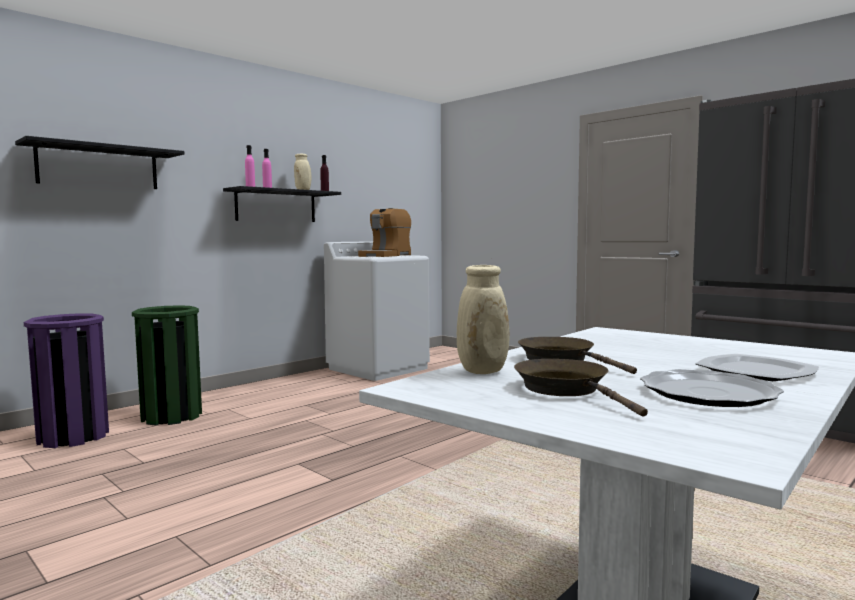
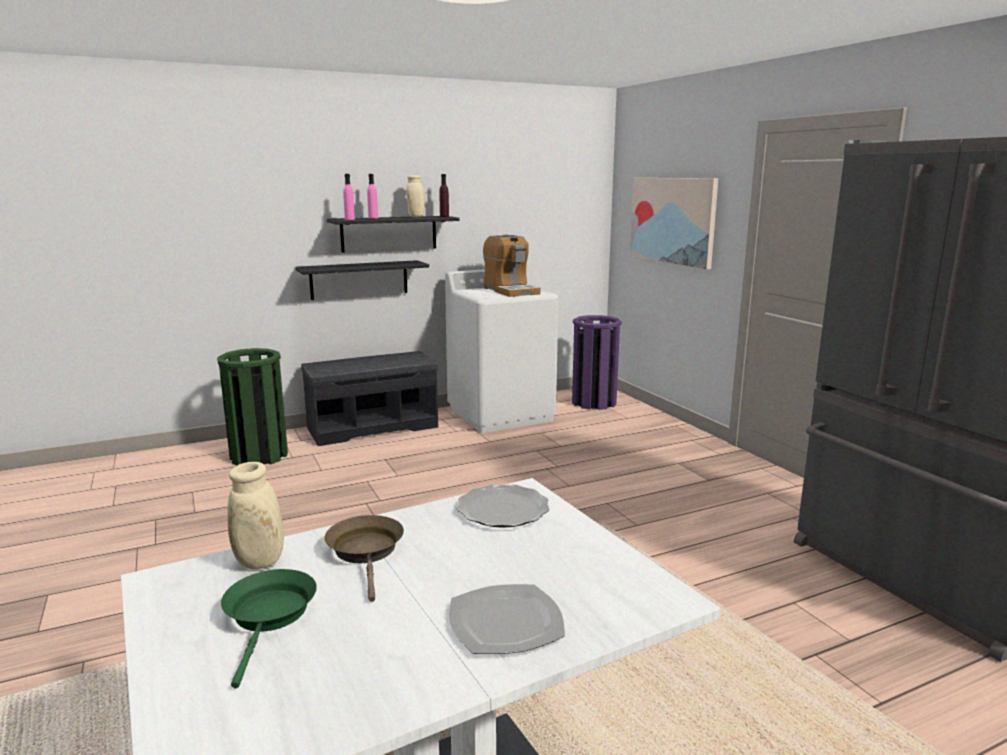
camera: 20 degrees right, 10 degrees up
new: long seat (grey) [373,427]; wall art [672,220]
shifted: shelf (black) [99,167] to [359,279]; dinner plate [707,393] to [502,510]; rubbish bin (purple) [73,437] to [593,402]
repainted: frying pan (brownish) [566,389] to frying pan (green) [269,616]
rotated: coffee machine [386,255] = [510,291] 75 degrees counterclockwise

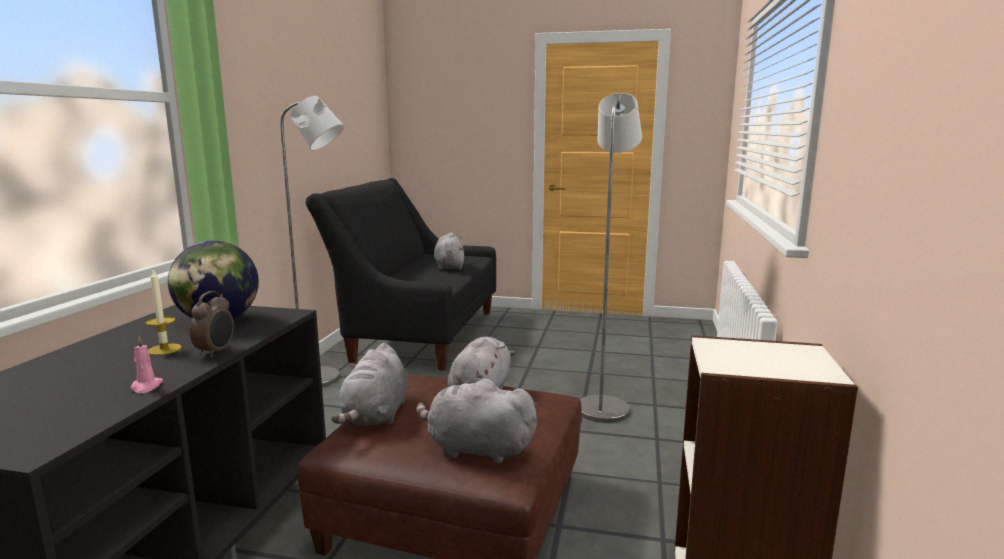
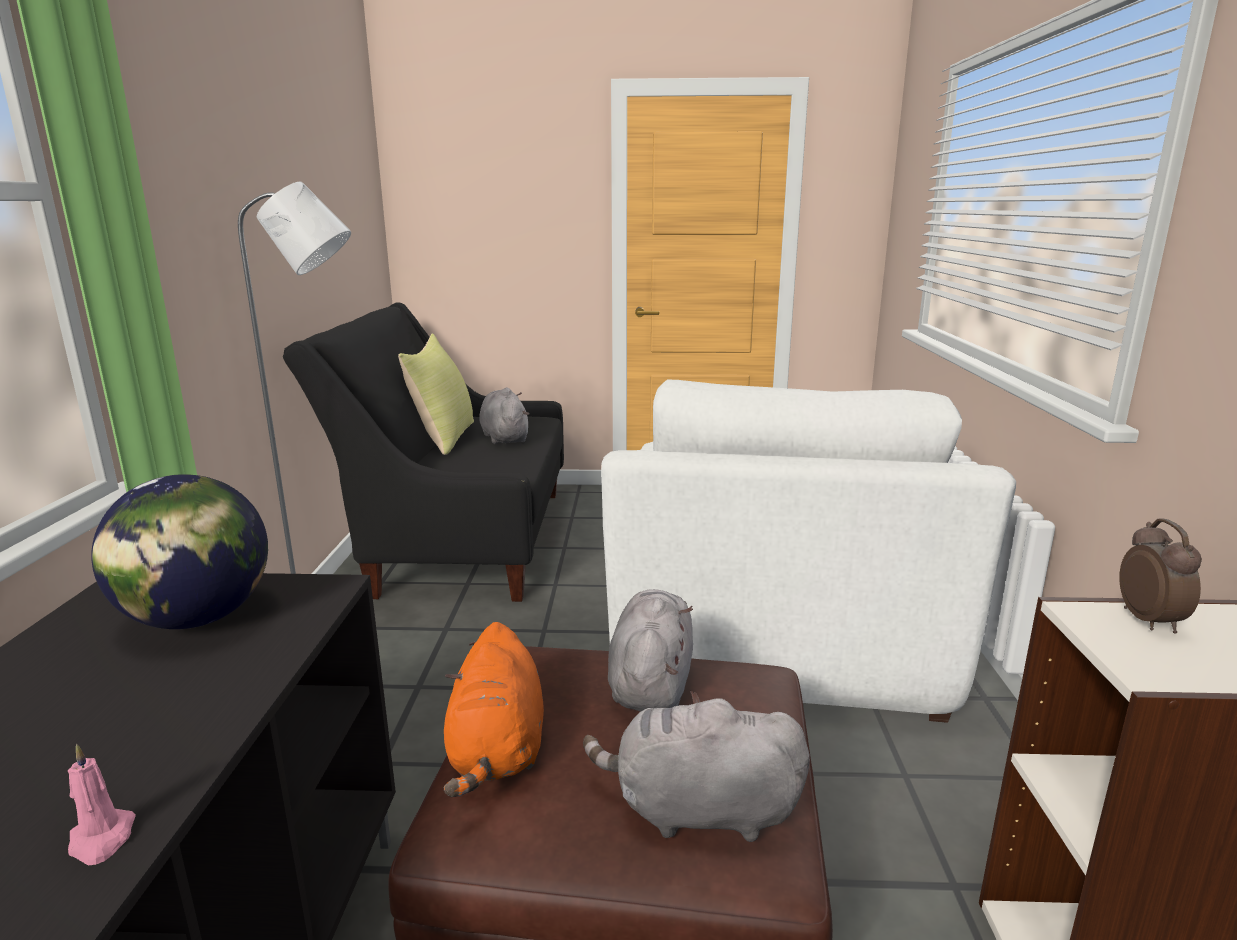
camera: 10 degrees left, 5 degrees up
gone: candle [164,349]
new: pillow (yellow-coloured) [444,438]
shifted: alarm clock [216,352] to [1150,621]
swapped: standing lamp (grey) [604,406] to lounge chair (white-coloured) [774,644]
repainted: soft toy (grey) [376,415] to soft toy (orange-coloured) [497,750]

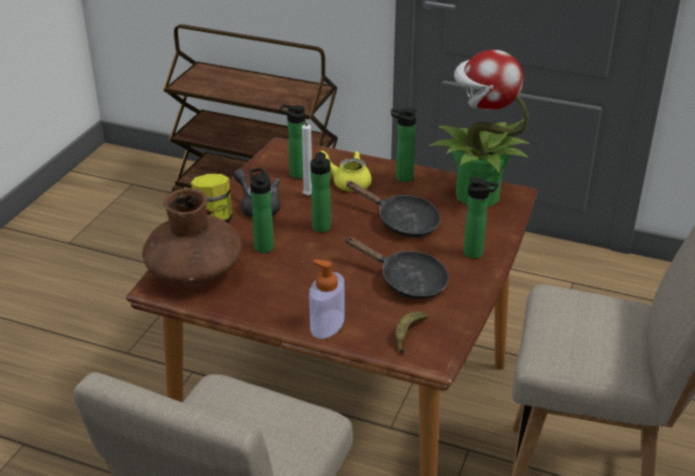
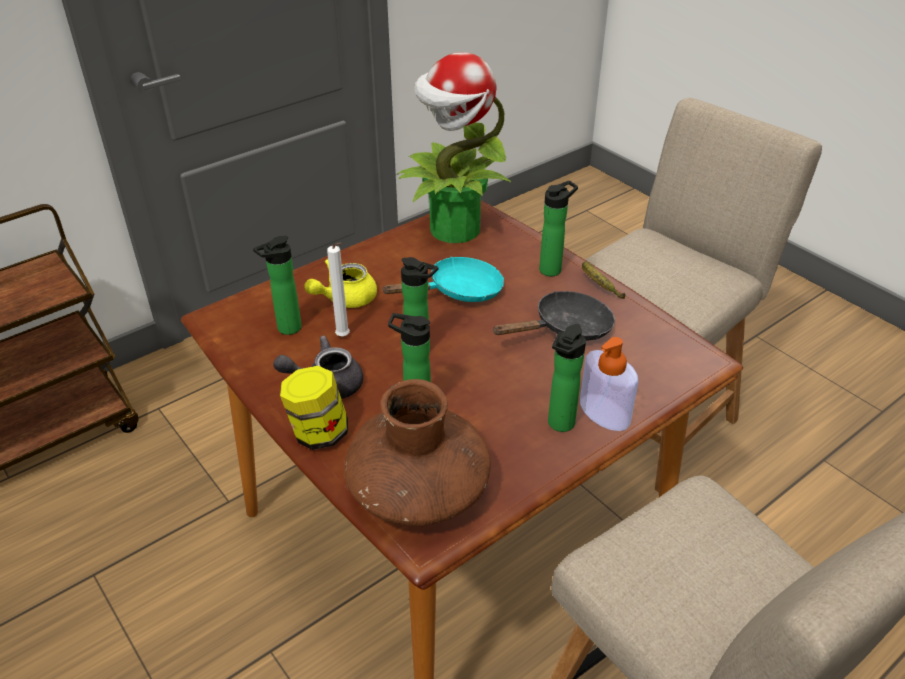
camera: 60 degrees left, 5 degrees up
shifted: beverage bottle [401,177] to [559,425]; banana [408,335] to [598,286]
repainted: frying pan (black) [402,222] to frying pan (blue-green) [459,291]

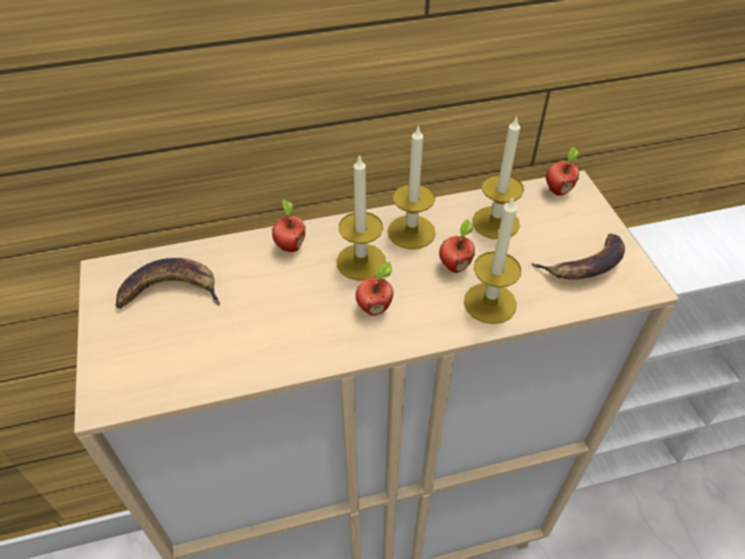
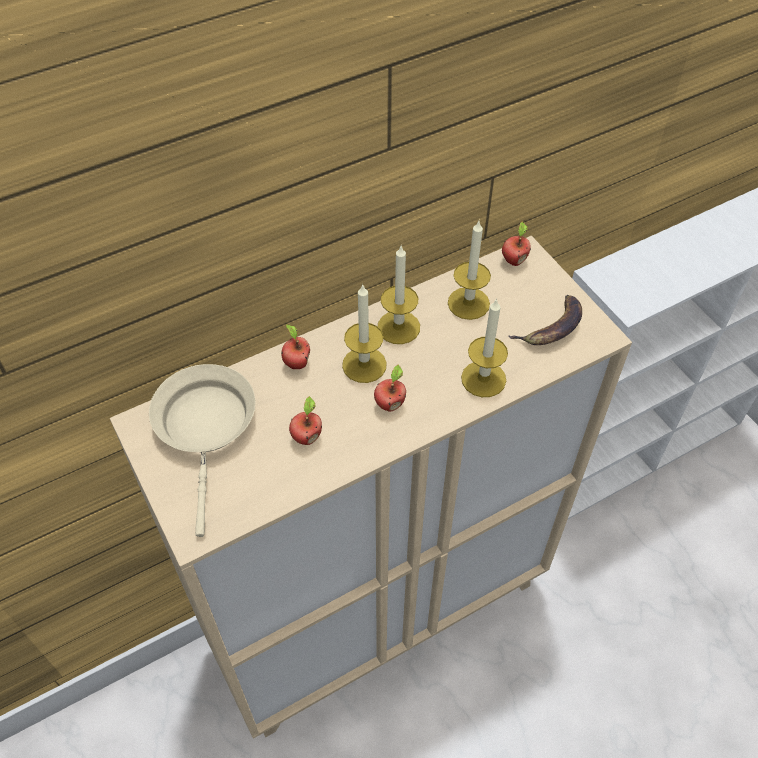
camera: 15 degrees left, 5 degrees up
shifted: whole apple [454,265] to [306,436]
swapped: banana [170,291] to frying pan (sand-coloured) [206,428]

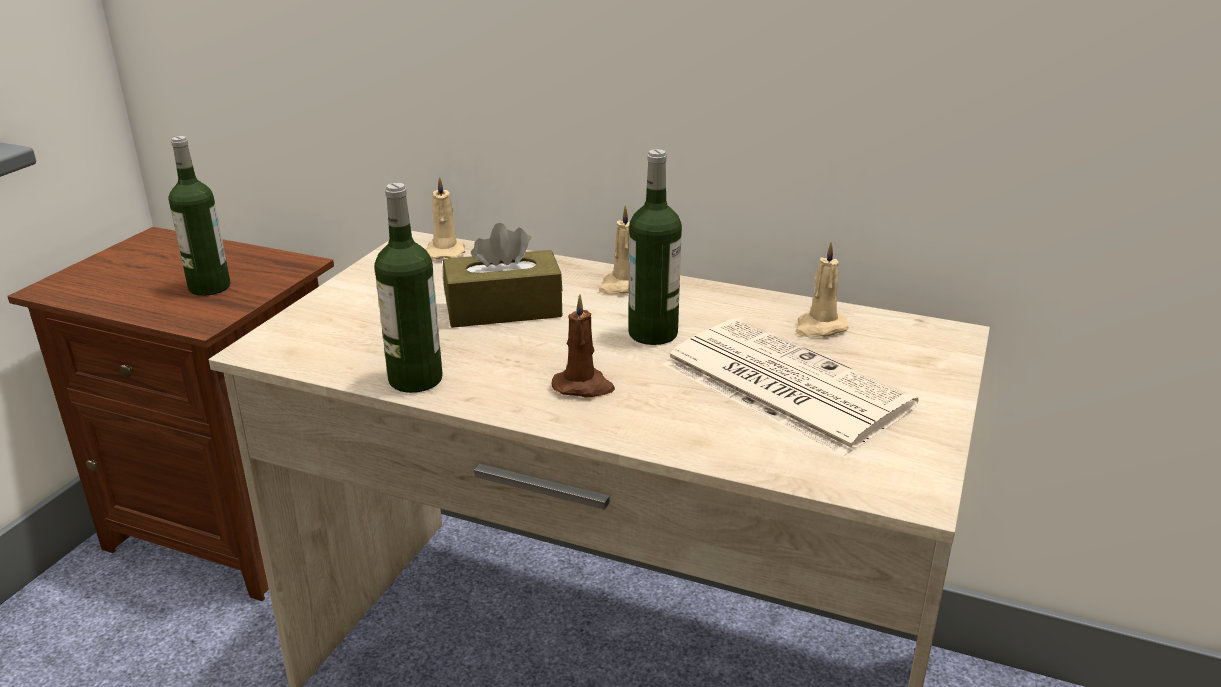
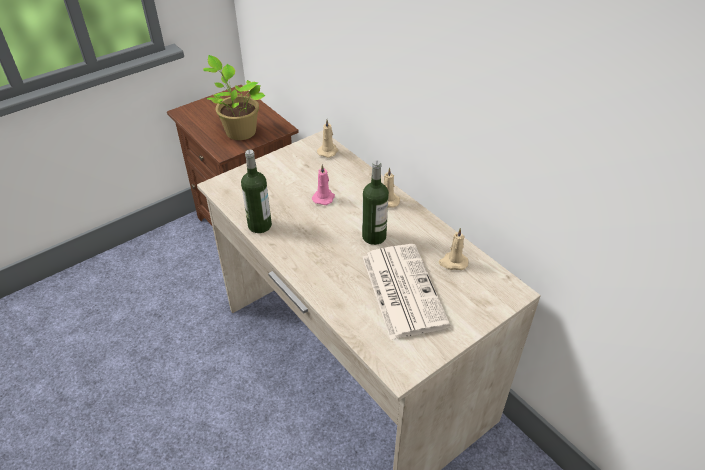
camera: 30 degrees right, 15 degrees up
gone: candle (brownish) [584,386]
swapped: beverage bottle [209,287] to plant in a pot [239,131]; tissue holder (brownish) [503,309] to candle (pinkish) [324,197]

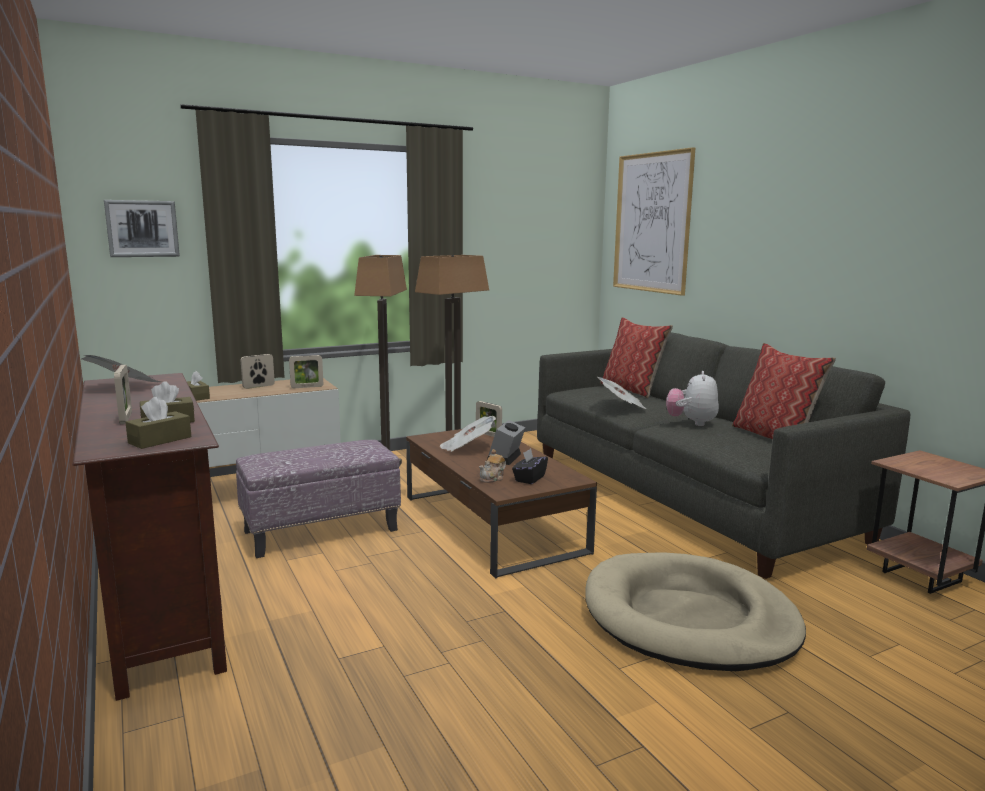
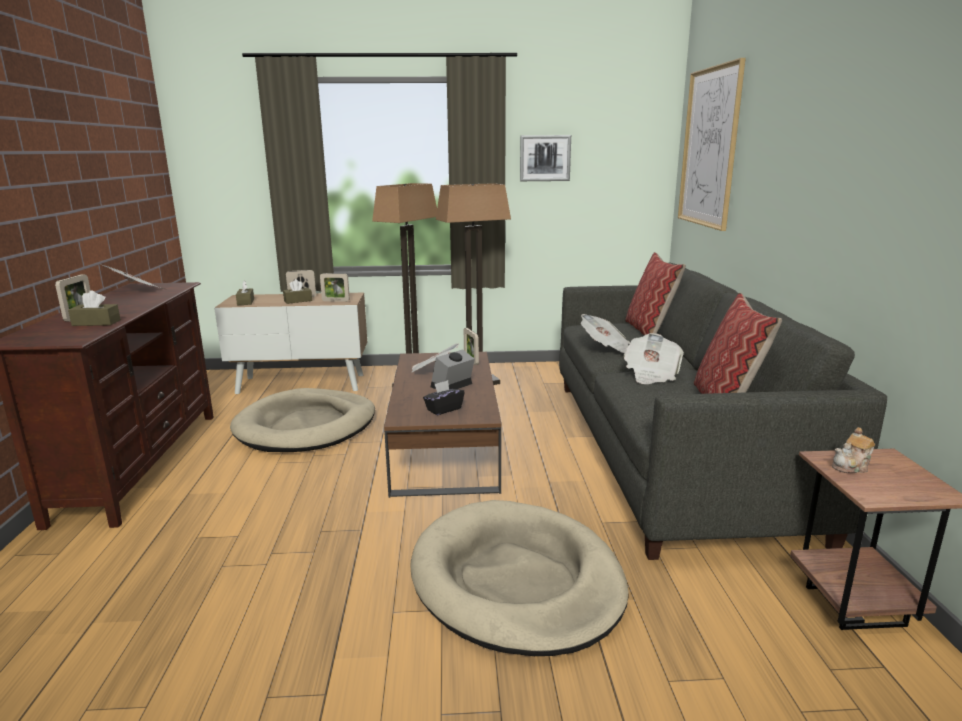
camera: 25 degrees right, 5 degrees up
shifted: tissue holder (brownish) [160,440] to [298,301]; wall art [142,228] to [545,158]; pot for tea [492,478] to [851,467]
swapped: footrest [321,530] to pet bed (sand-coloured) [306,426]; soft toy [691,423] to daily paper [651,374]

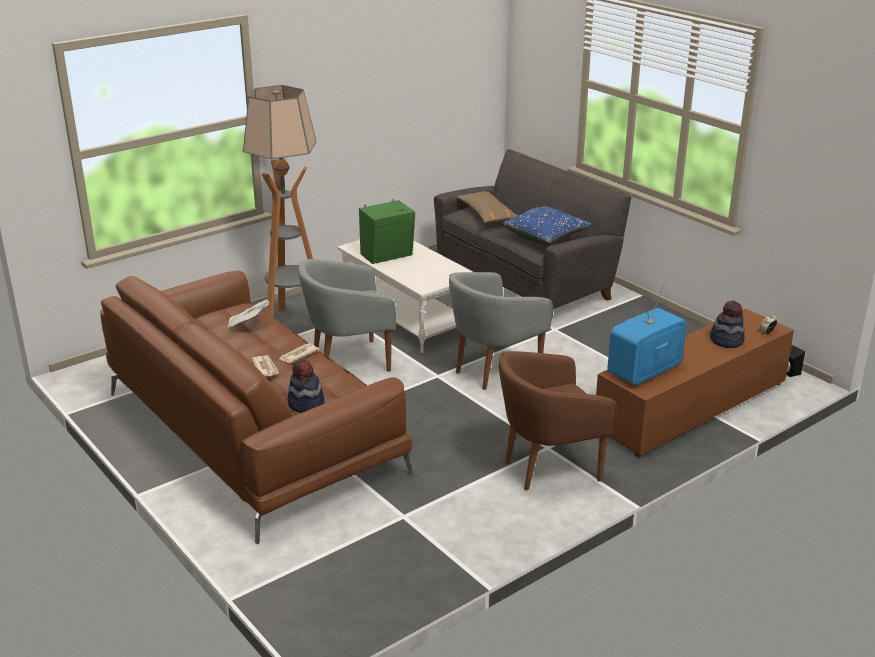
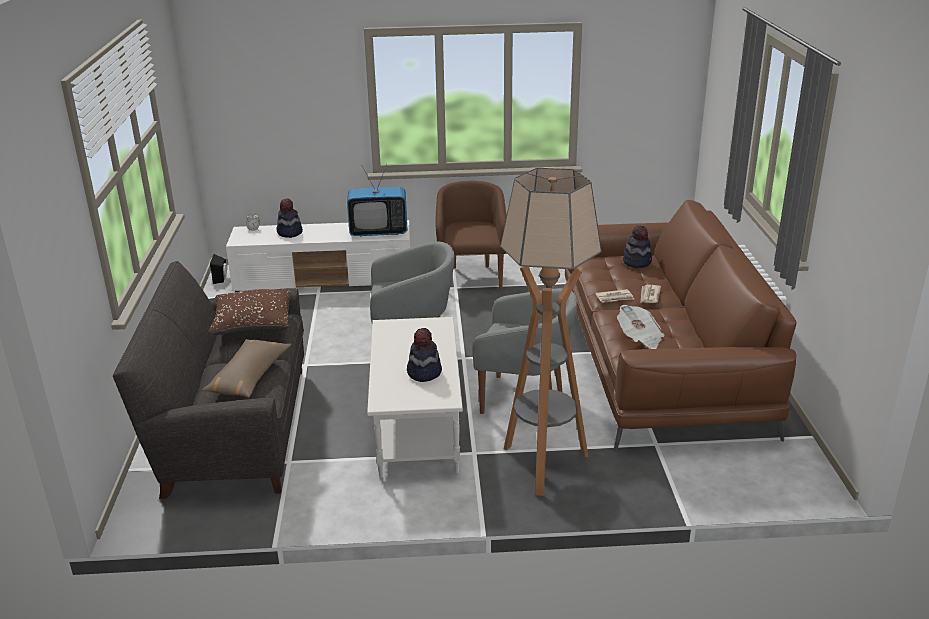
camera: 145 degrees left, 0 degrees up
swapped: speaker (green) [388,255] to hat [424,372]
repainted: pillow (blue-coloured) [546,236] to pillow (brownish) [252,325]; tv stand (brownish) [691,407] to tv stand (white-coloured) [325,279]
rotated: lounge chair (brownish) [548,468] = [471,278] 105 degrees counterclockwise

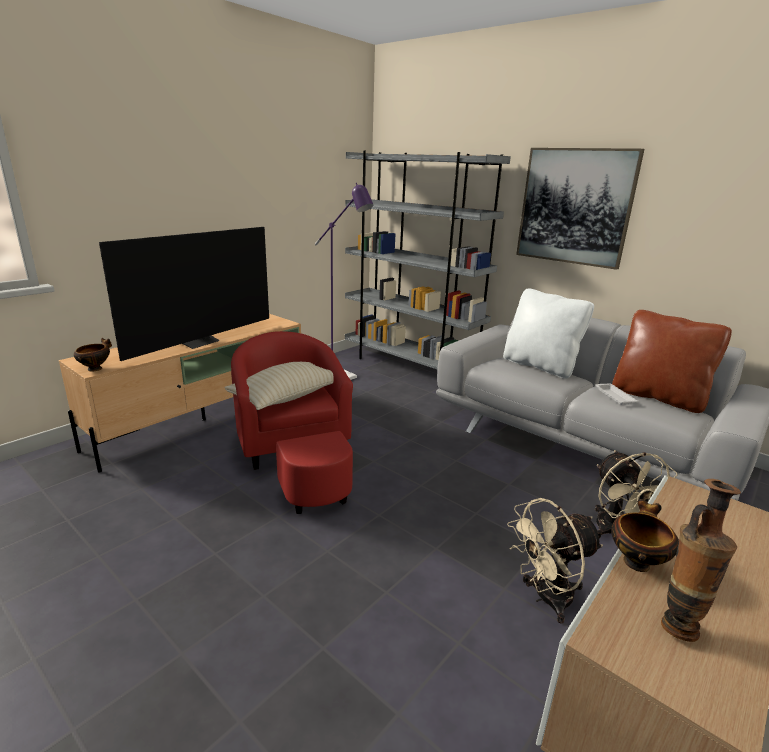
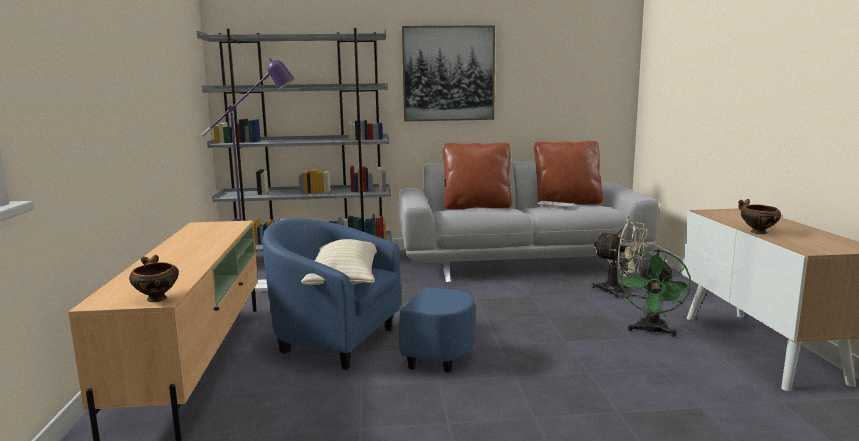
camera: 45 degrees left, 10 degrees down
gone: television [199,342]; decorative vase [678,622]
repainted: lounge chair (red-coloured) [296,455] to lounge chair (blue-coloured) [358,346]; pillow (white-coloured) [540,366] to pillow (brownish) [477,206]; cooling fan (sand-coloured) [545,598] to cooling fan (green) [651,331]

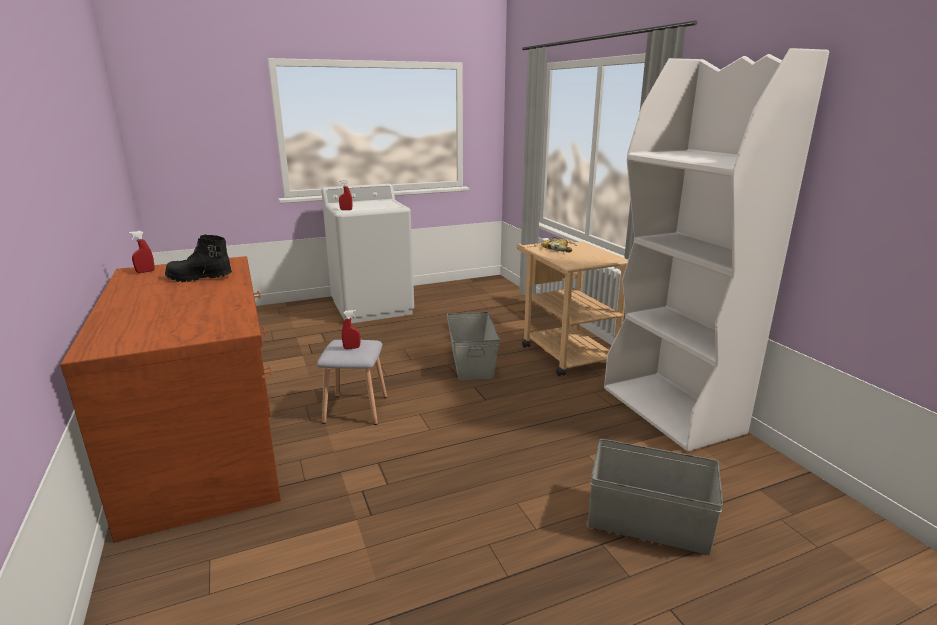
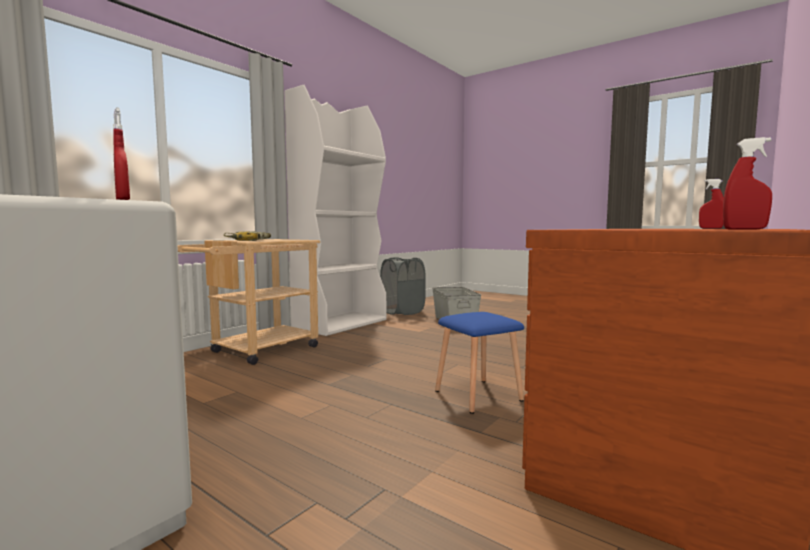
camera: 120 degrees left, 15 degrees down
gone: high-top boot (black) [199,278]; storage bin (grey) [472,362]
new: hamper (grey) [402,312]
shifted: spray bottle (red-coloured) [352,348] to [710,228]
repainted: stool seat (grey) [356,410] to stool seat (blue-coloured) [478,395]

